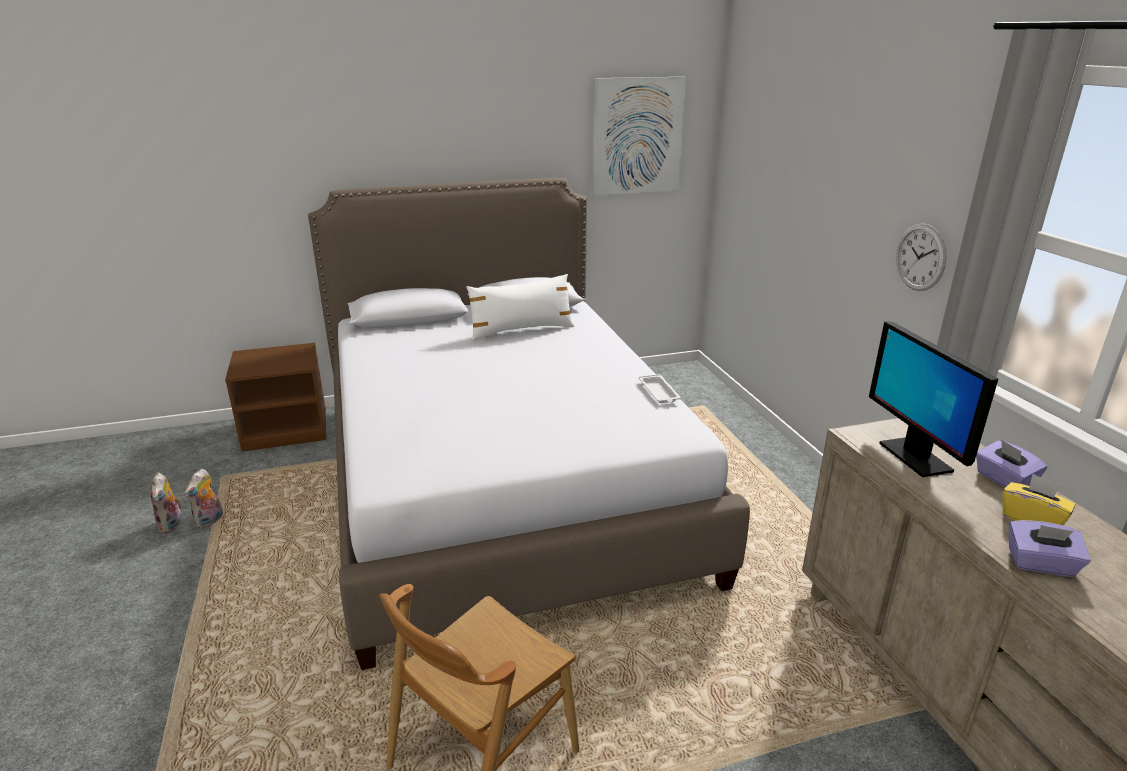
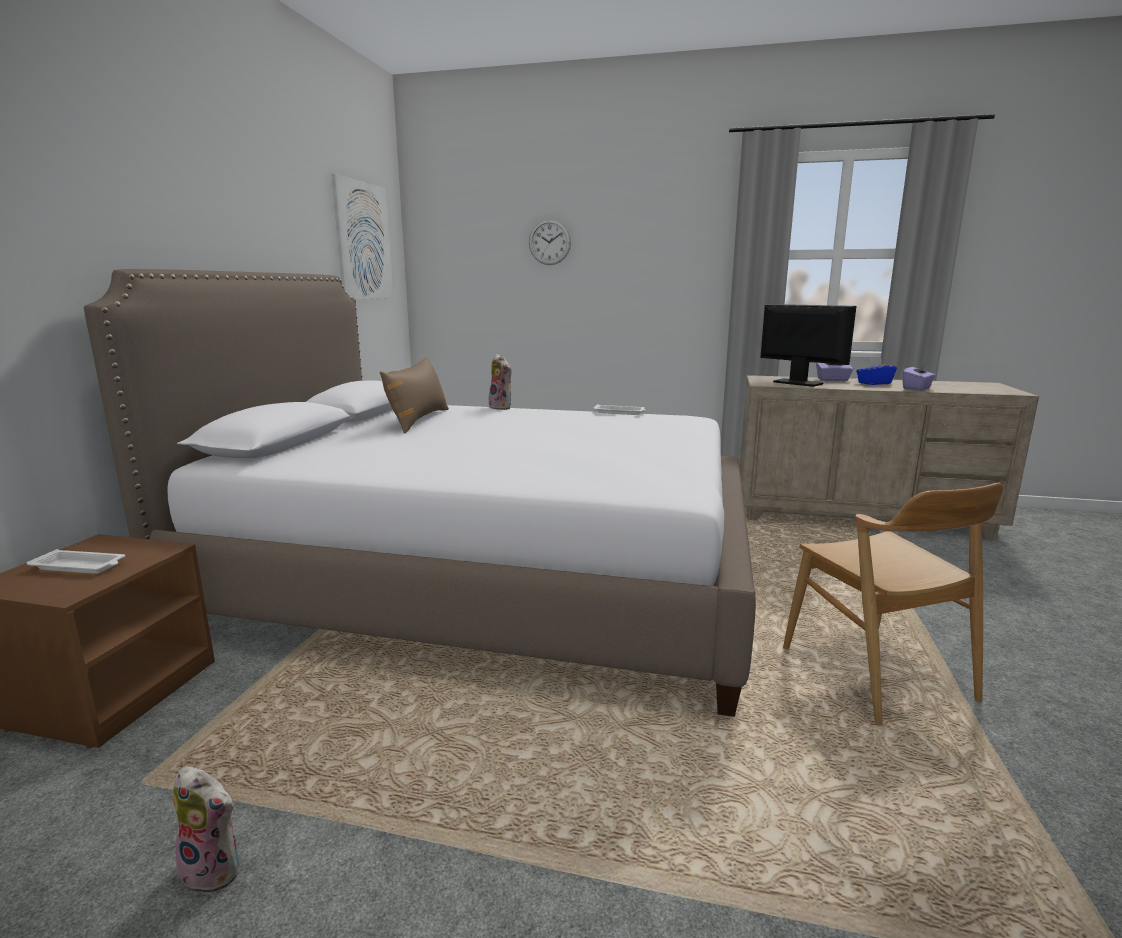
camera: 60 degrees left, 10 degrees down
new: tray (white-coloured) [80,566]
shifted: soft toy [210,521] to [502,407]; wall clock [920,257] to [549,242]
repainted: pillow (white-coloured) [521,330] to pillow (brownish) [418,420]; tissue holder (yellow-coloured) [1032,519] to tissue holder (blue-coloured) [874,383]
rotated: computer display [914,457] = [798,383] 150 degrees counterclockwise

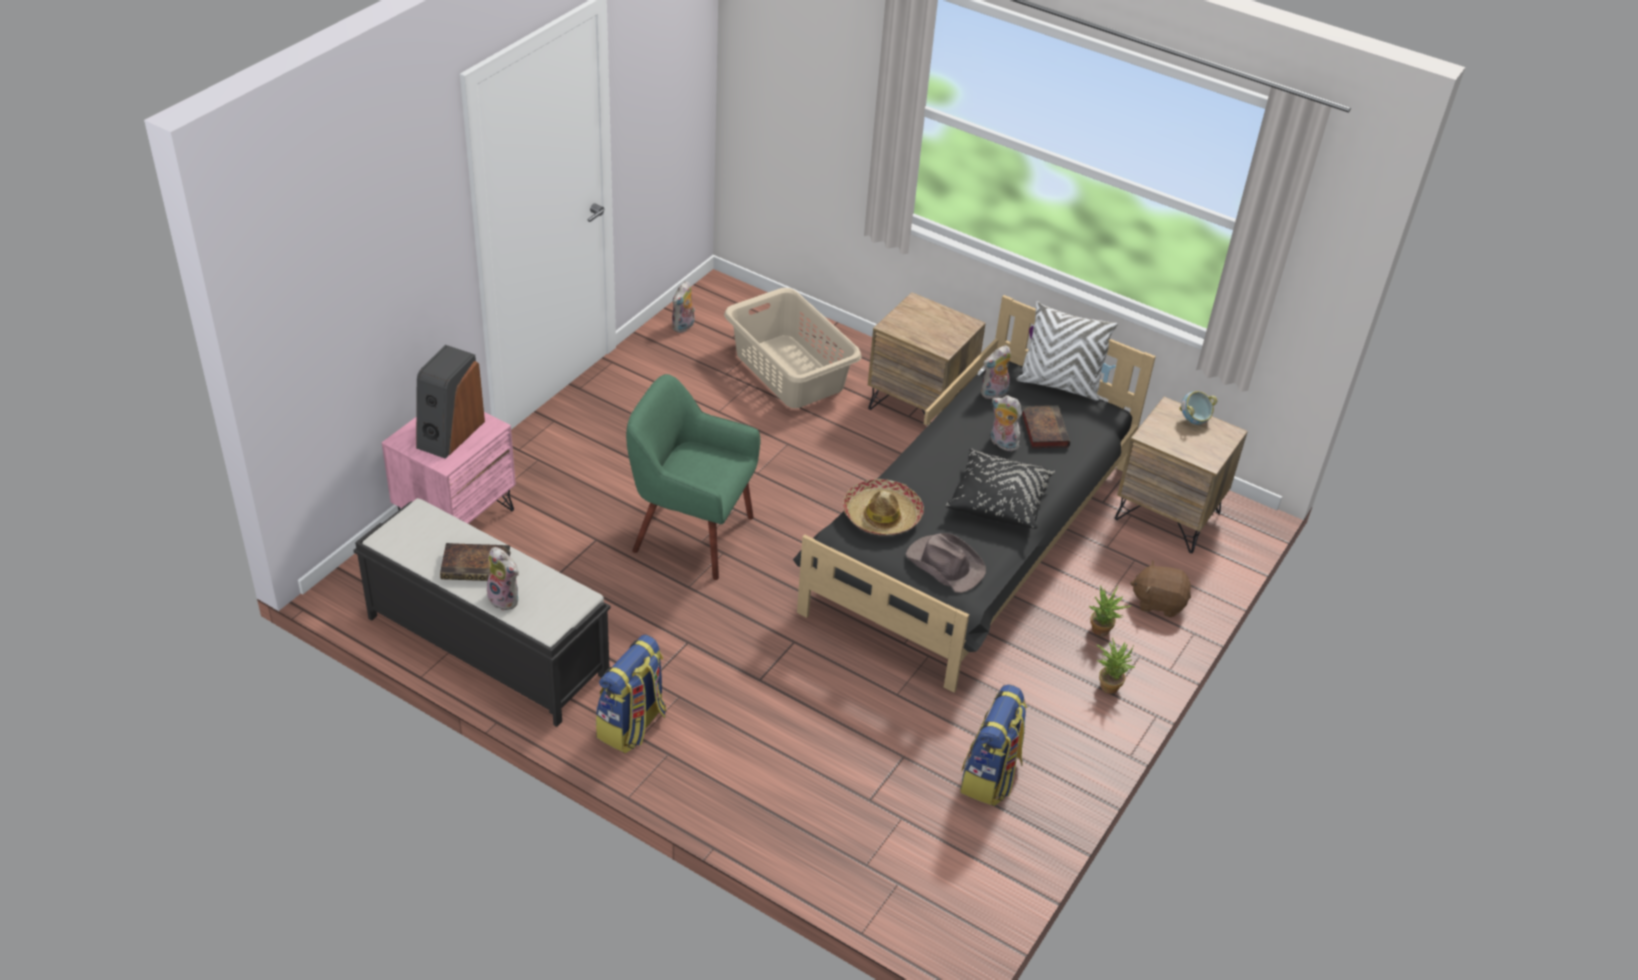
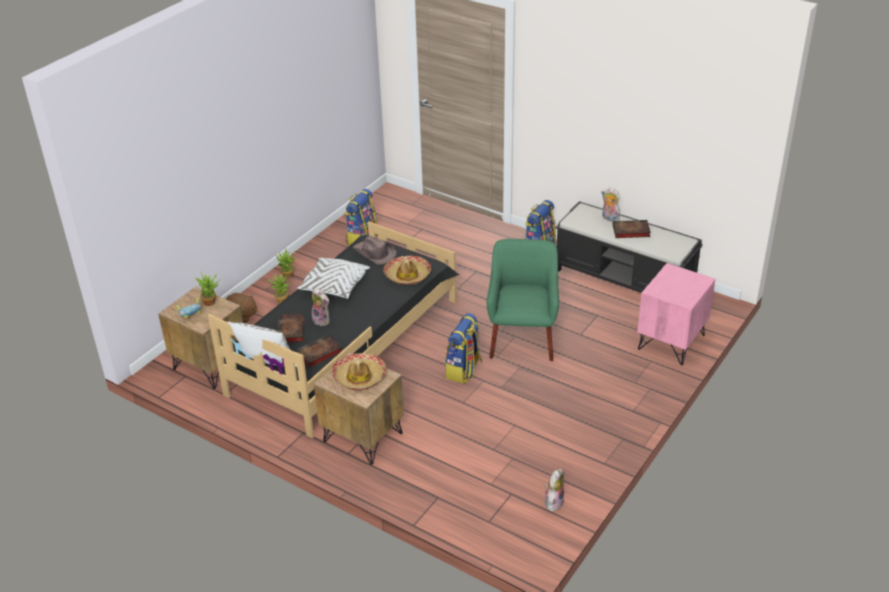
camera: 175 degrees left, 5 degrees down
gone: speaker [450,433]; hamper (sand-coloured) [789,372]
new: plant in a pot [211,302]; hat [359,377]; rucksack [464,370]
swapped: soft toy [994,394] to volume [318,354]
repainted: pillow (black) [998,501] to pillow (white-coloured) [334,286]
rotated: lounge chair (green) [691,534] = [522,340] 105 degrees counterclockwise

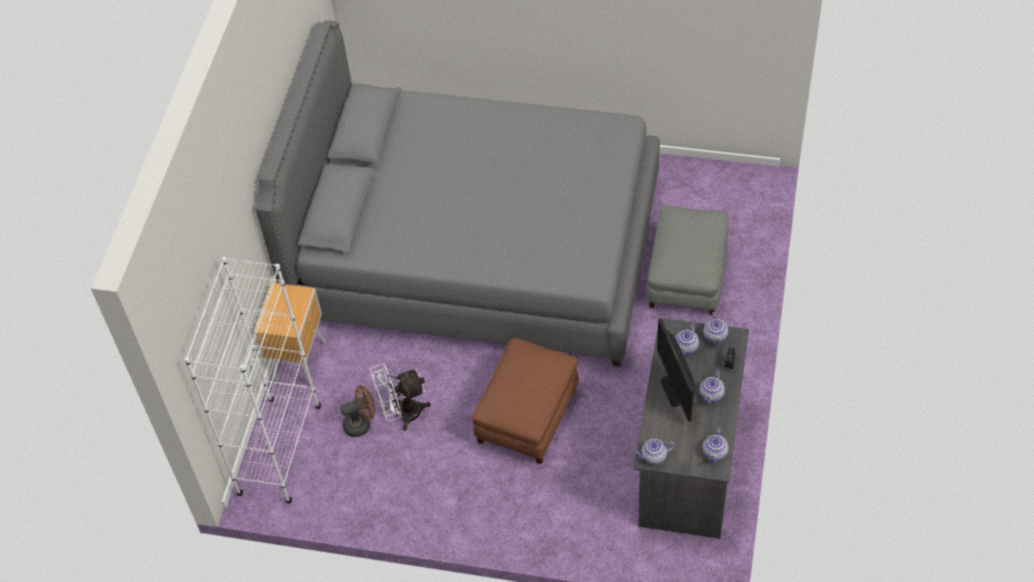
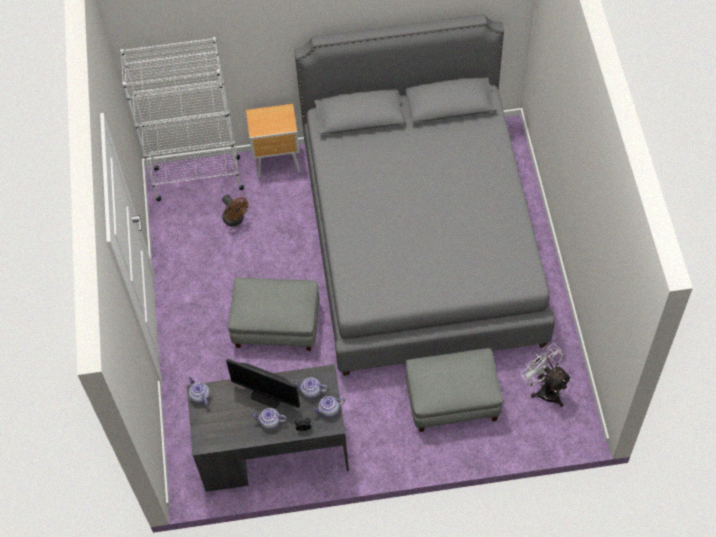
camera: 70 degrees right, 5 degrees up
gone: pot for tea [715,453]
shifted: cooling fan (white-coloured) [402,414] to [545,389]
repainted: footrest (brownish) [528,416] to footrest (grey) [276,325]
rotated: computer display [676,390] = [267,395] 120 degrees counterclockwise

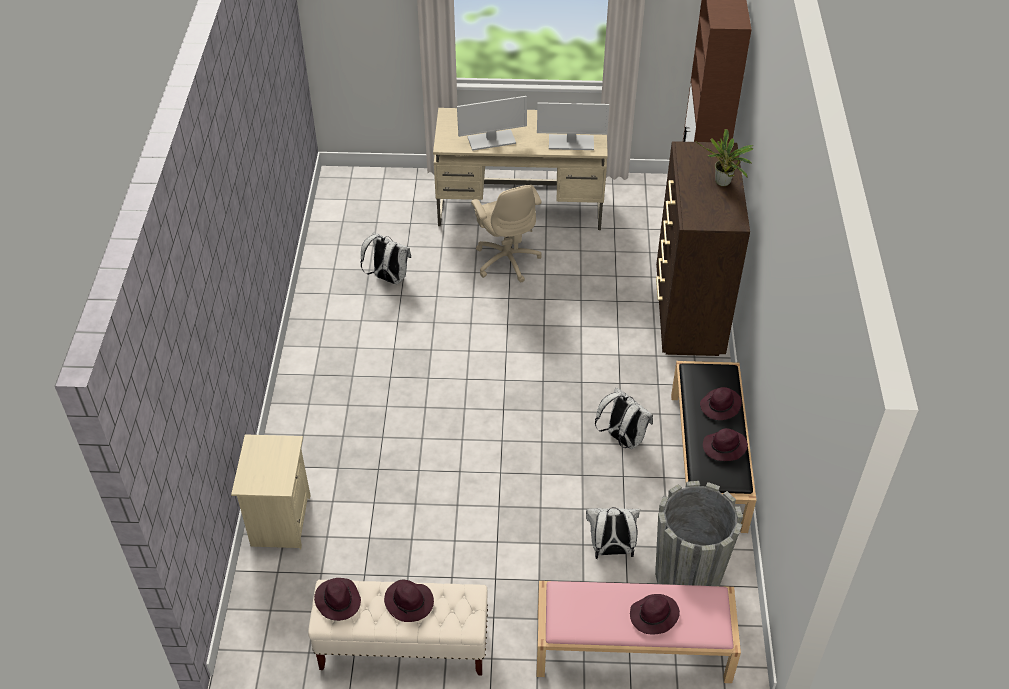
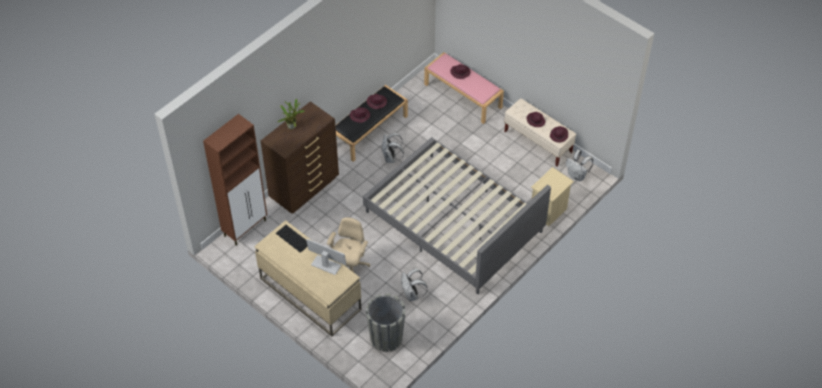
camera: 140 degrees left, 5 degrees up
new: bed (grey) [453,222]
shifted: plant pot (grey) [688,575] to [386,338]; rucksack (white-coloured) [611,550] to [577,176]
swapped: computer display [570,143] to PC keyboard [292,238]

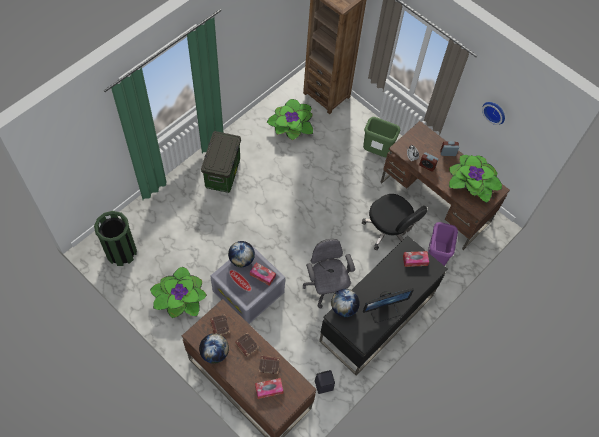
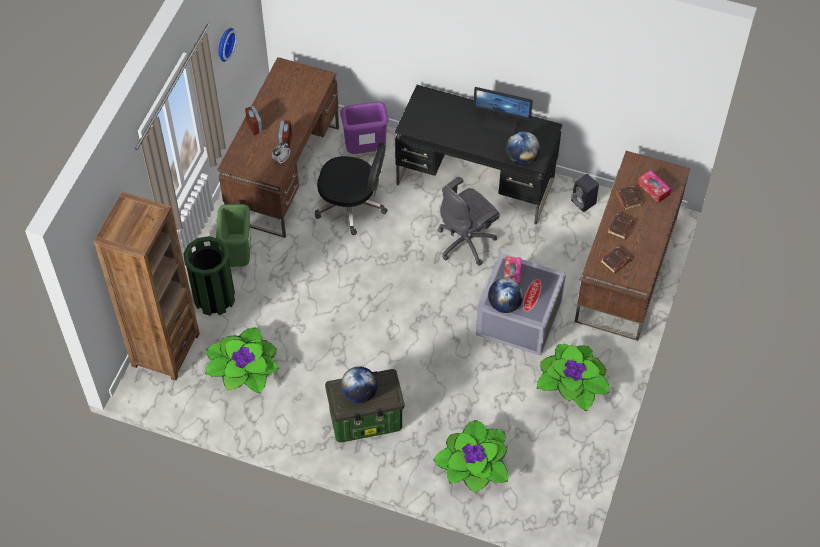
camera: 110 degrees left, 5 degrees down
gone: tissue holder [415,260]
shifted: rubbish bin (green) [121,252] to [214,298]; world globe [214,353] to [359,393]; plant in a pot [471,184] to [474,465]
rotated: computer chair (black) [389,230] = [352,206] 75 degrees clockwise; computer display [384,310] = [501,122] 150 degrees clockwise

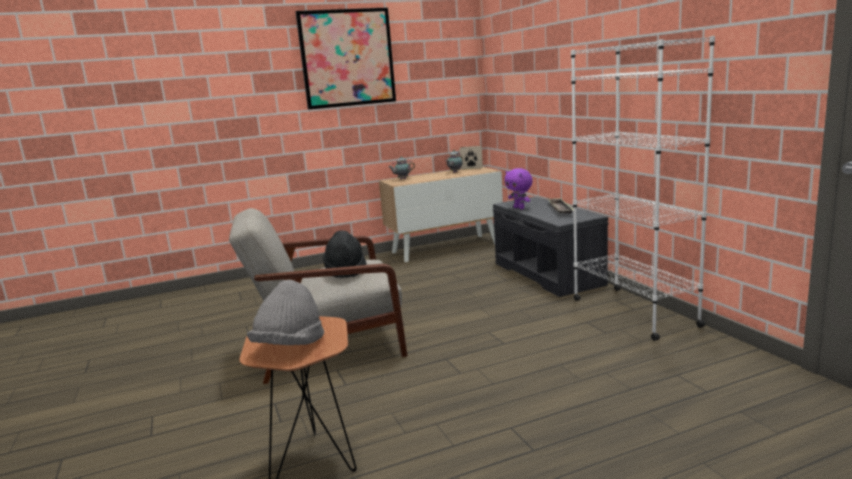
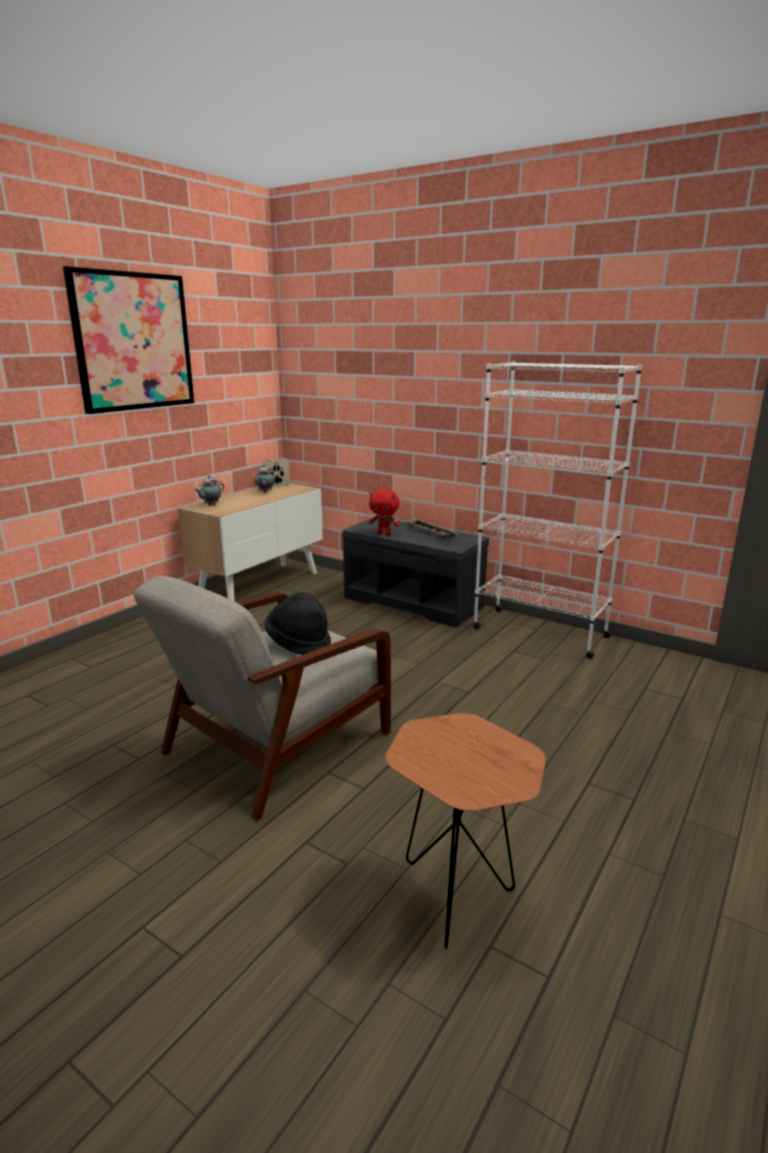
camera: 35 degrees left, 5 degrees up
gone: hat (grey) [289,346]
repainted: soft toy (purple) [519,208] to soft toy (red-coloured) [384,533]

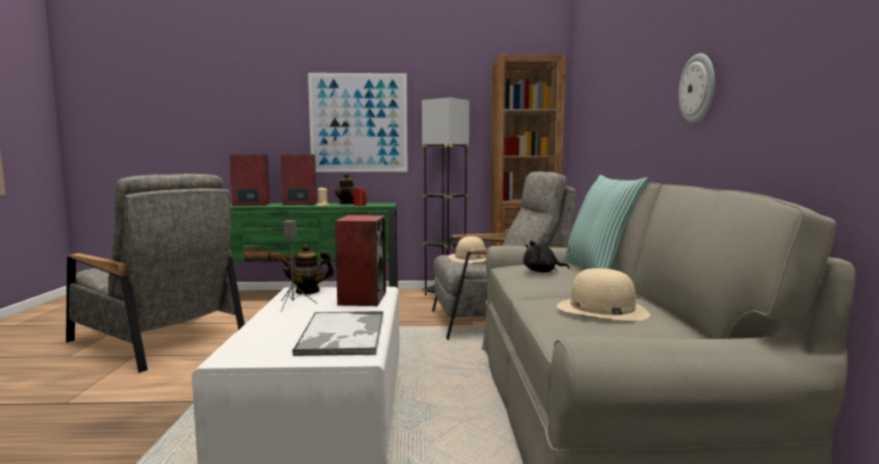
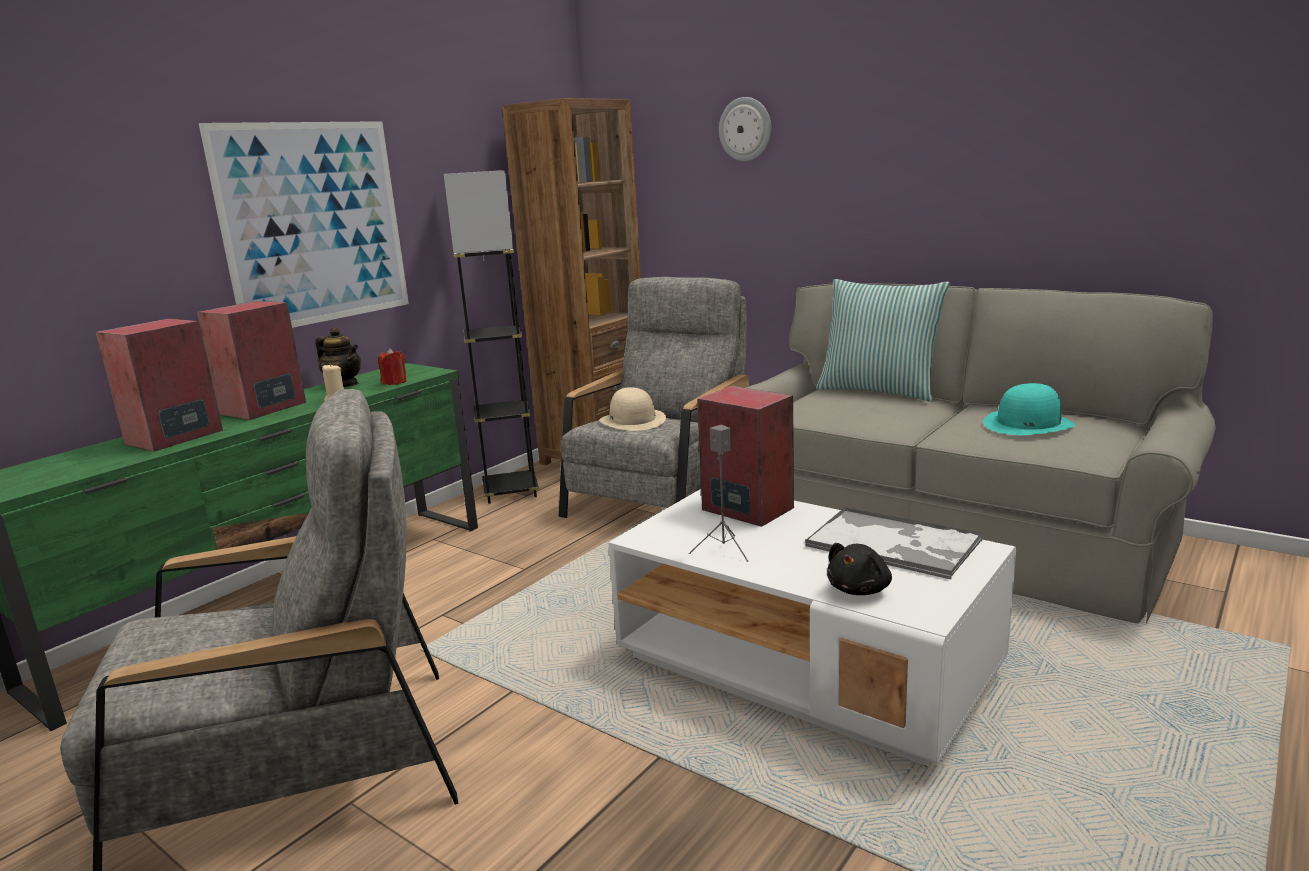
camera: 50 degrees left, 10 degrees up
gone: pot for tea [307,291]
shifted: wall clock [698,88] to [745,129]; soft toy (black) [542,271] to [860,589]
repainted: hat (sand-coloured) [601,309] to hat (blue-green) [1028,424]

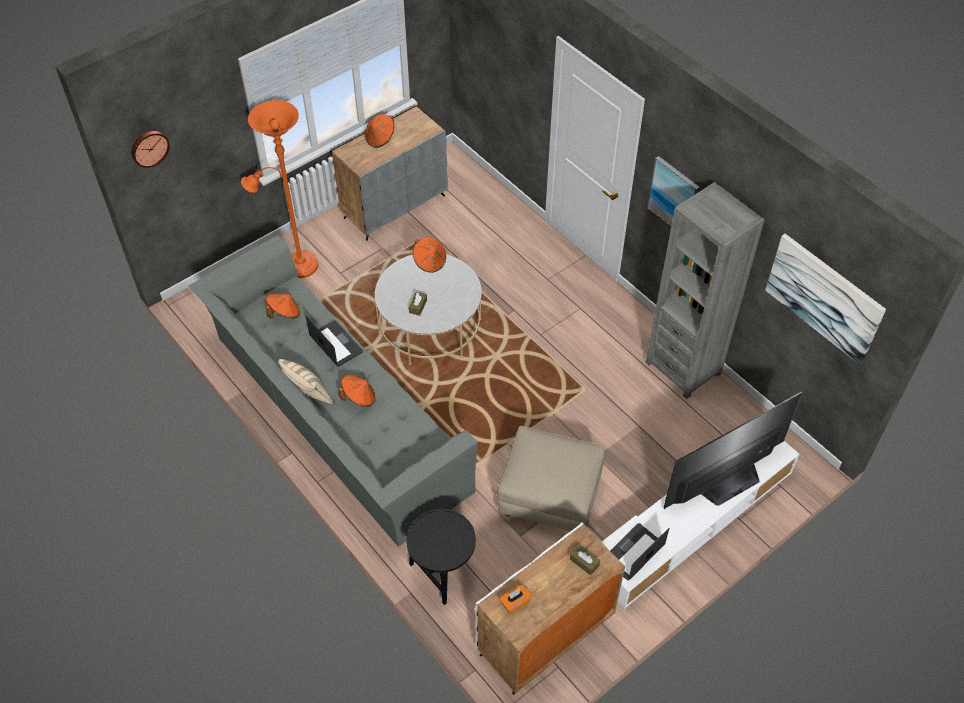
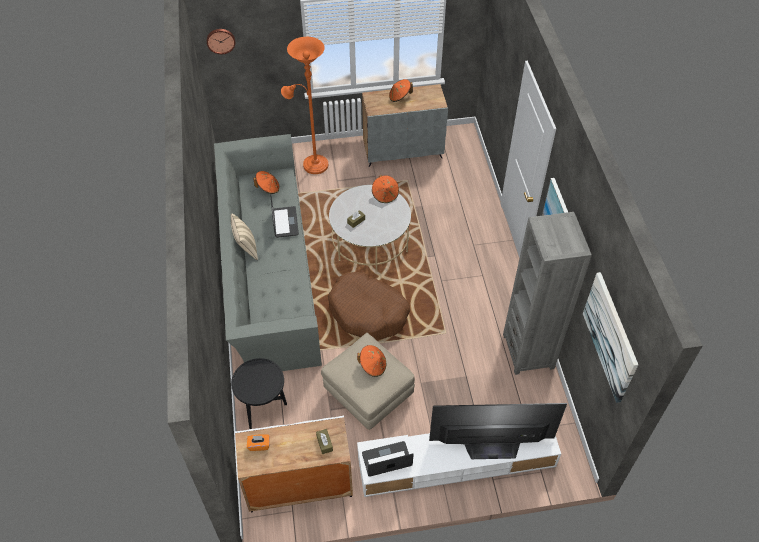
camera: 30 degrees right, 0 degrees up
new: pet bed (brownish) [368,312]
shifted: hat (orange-coloured) [359,397] to [372,366]

